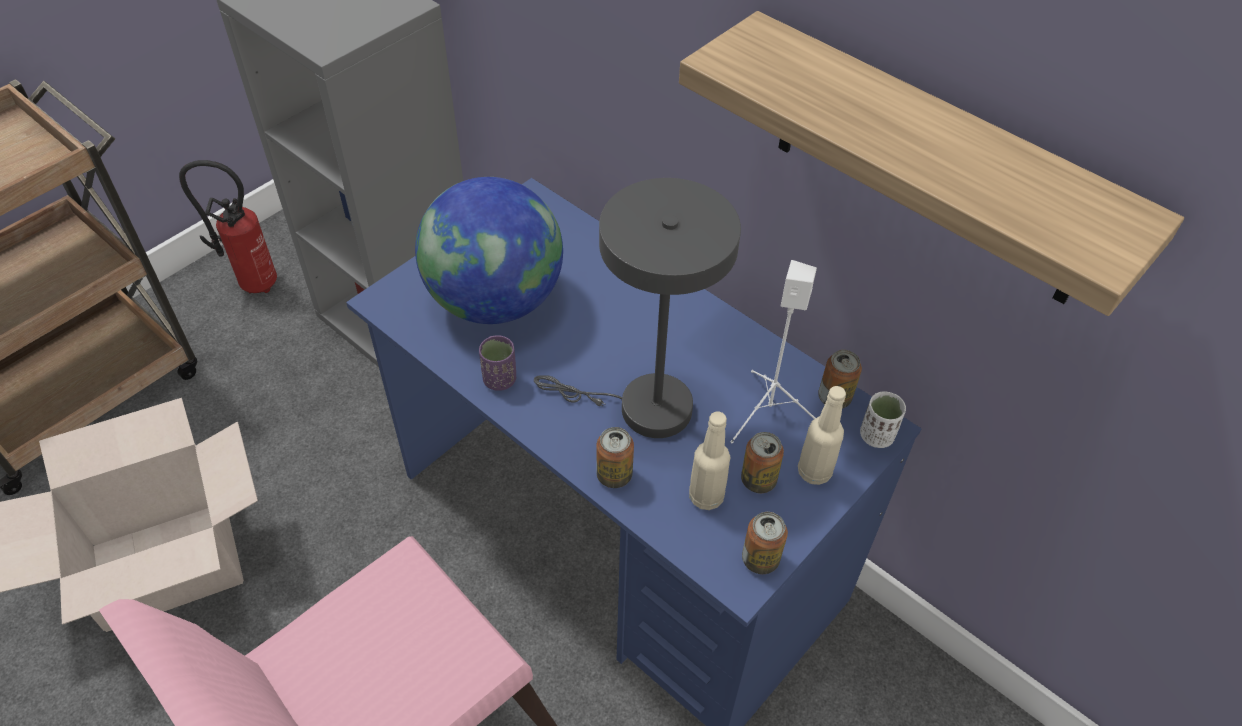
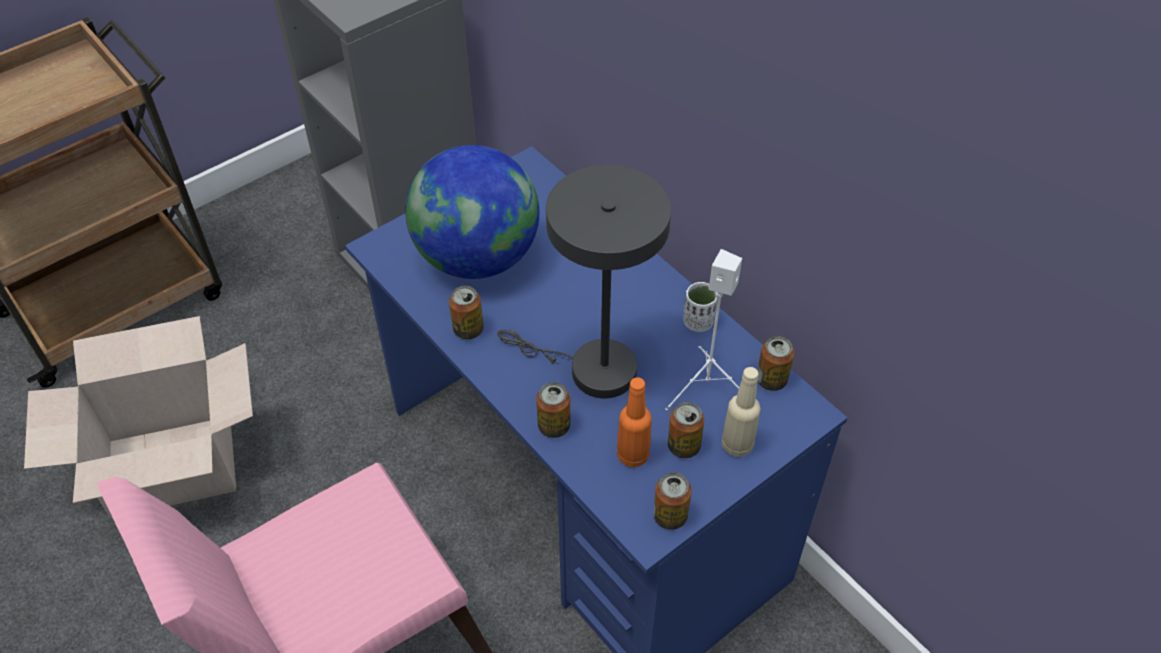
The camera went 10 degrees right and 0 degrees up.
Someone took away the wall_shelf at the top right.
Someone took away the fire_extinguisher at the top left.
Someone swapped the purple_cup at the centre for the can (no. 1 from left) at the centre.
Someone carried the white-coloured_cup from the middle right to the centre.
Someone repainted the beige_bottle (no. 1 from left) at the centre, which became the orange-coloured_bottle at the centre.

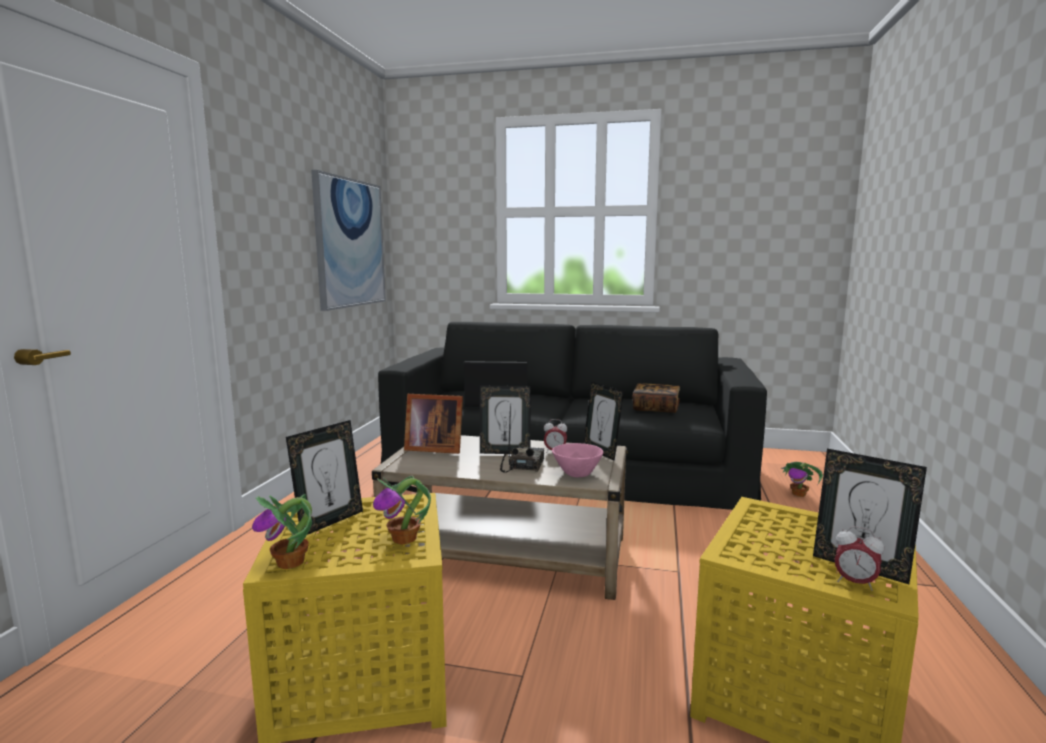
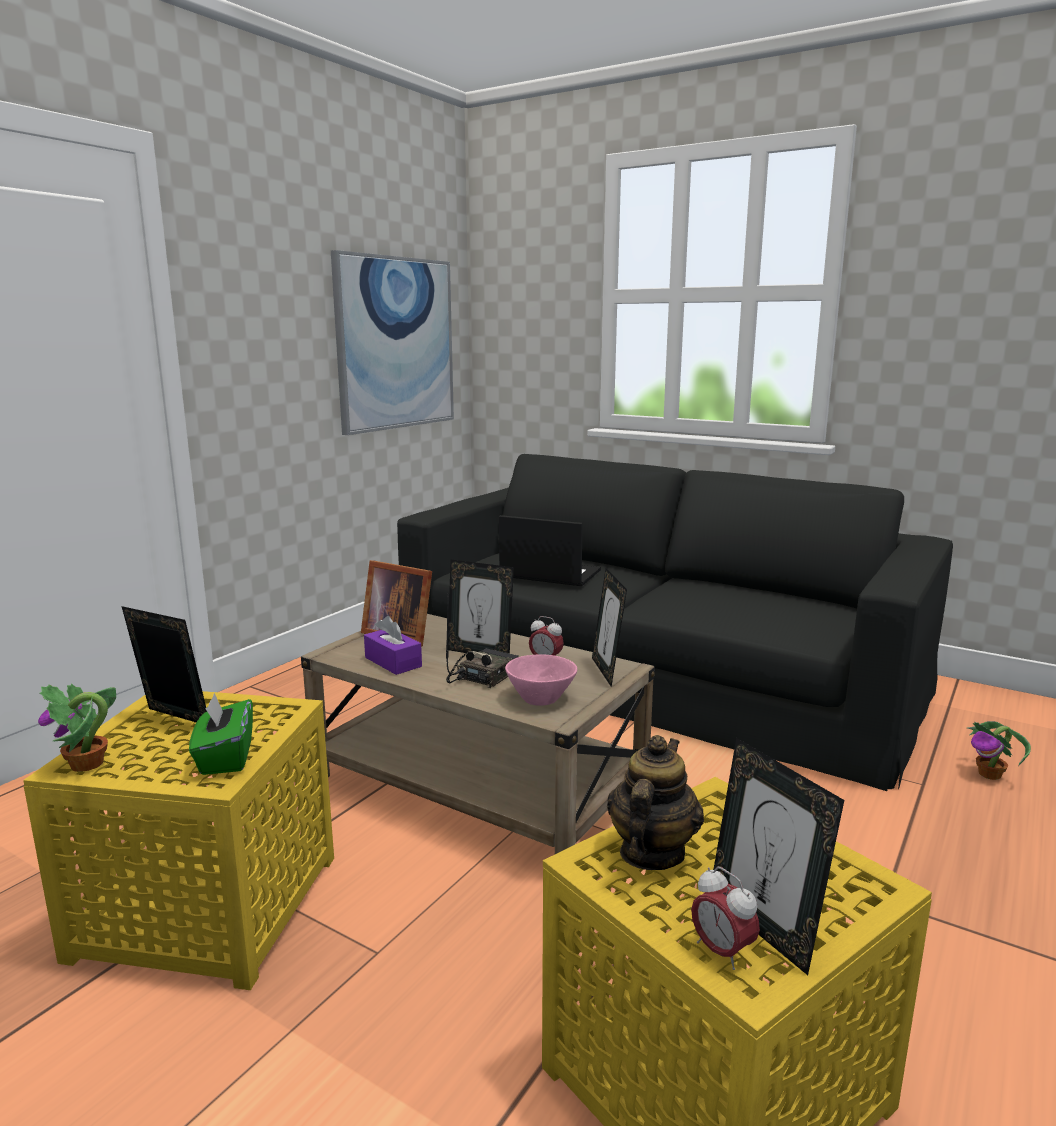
The camera went 20 degrees right and 5 degrees up.
Someone took away the volume at the centre.
Someone rotated the photo_frame (no. 1 from left) at the middle left by 120 degrees counterclockwise.
Someone swapped the houseplant (no. 2 from left) at the bottom centre for the green-coloured_tissue_holder at the middle left.
Someone put down the purple_tissue_holder at the centre.
Someone put down the pot_for_tea at the bottom centre.

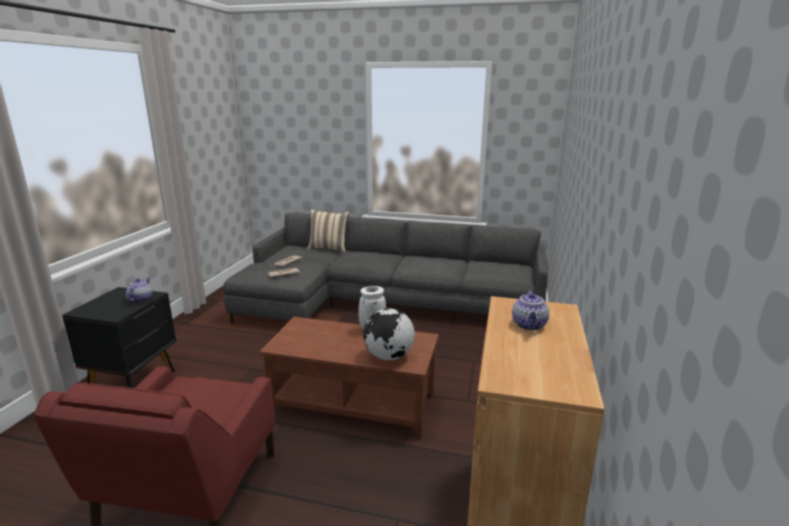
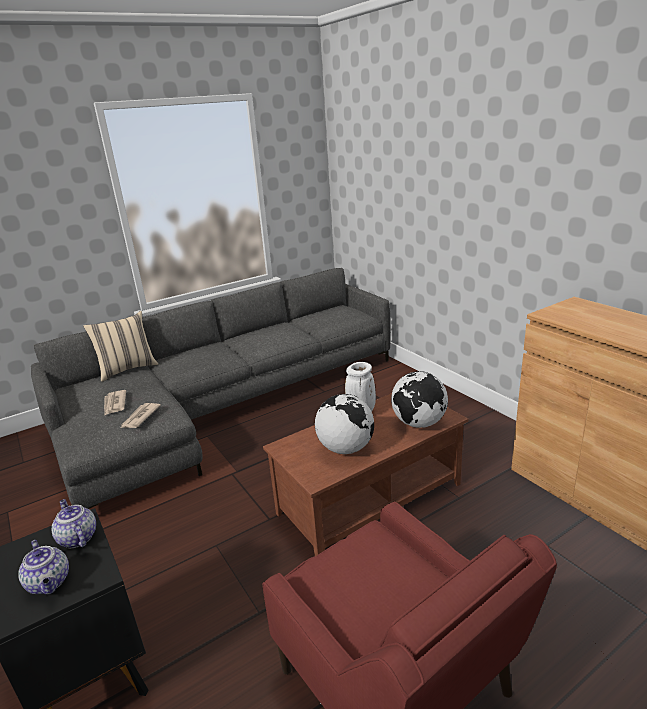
The camera went 45 degrees left and 5 degrees up.
Someone carried the pot_for_tea (no. 2 from left in the first image) from the middle right to the bottom left.
Someone put down the world_globe (no. 1 from left) at the centre.

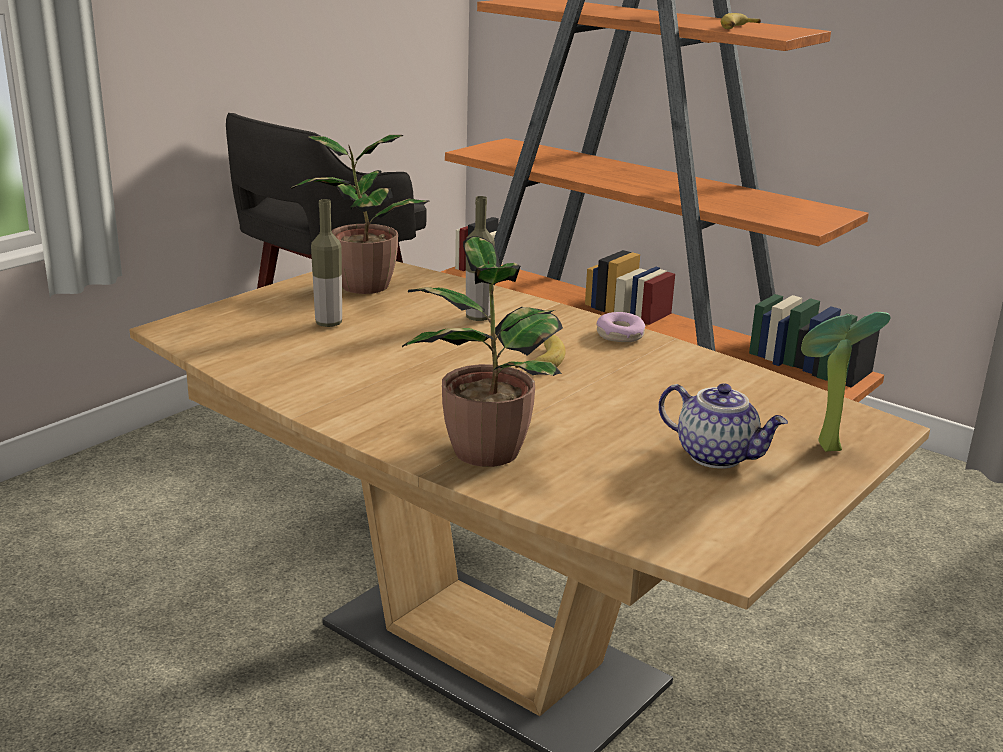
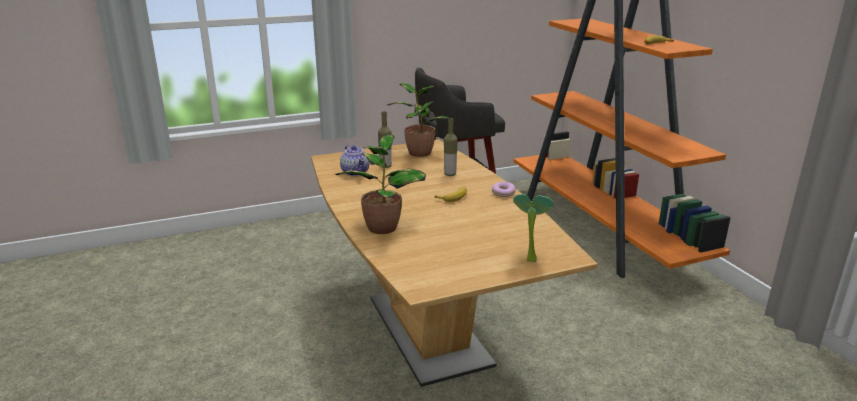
The camera went 30 degrees right and 0 degrees up.
Someone carried the pot_for_tea from the middle right to the centre.

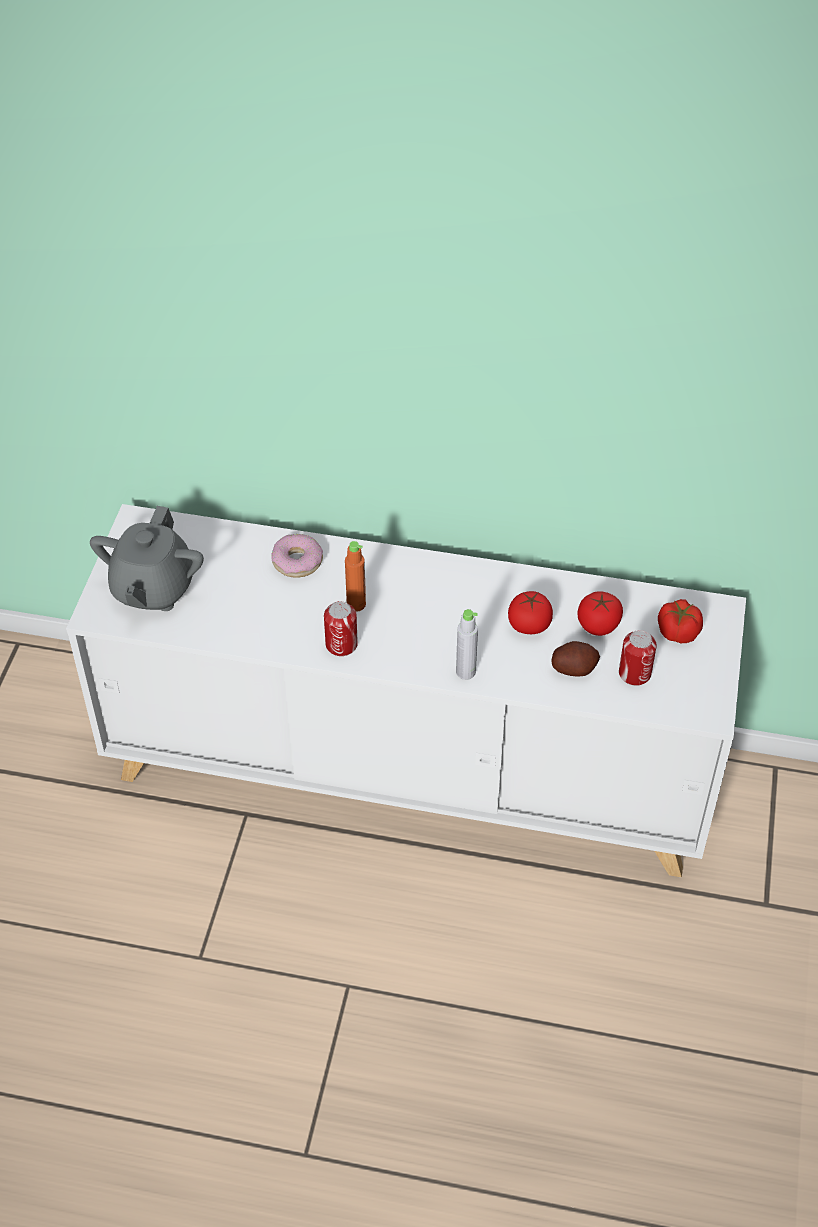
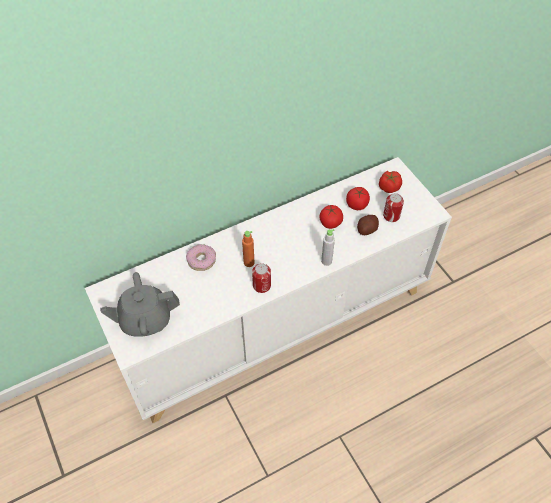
The camera went 40 degrees left and 5 degrees up.
Someone rotated the gray_pot_for_tea at the middle left by 105 degrees clockwise.

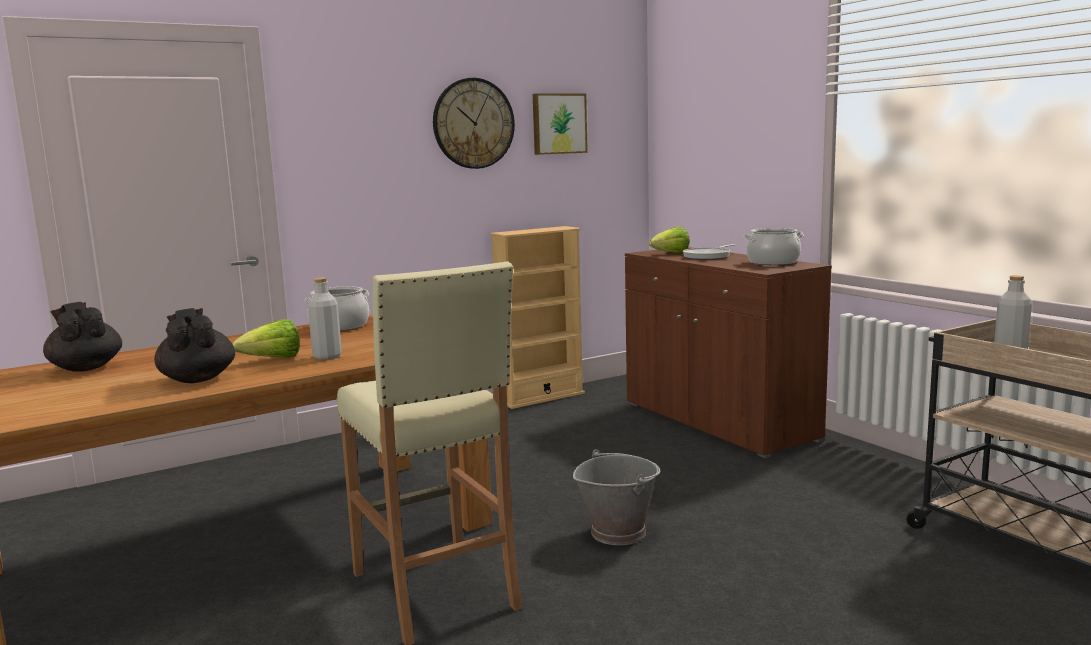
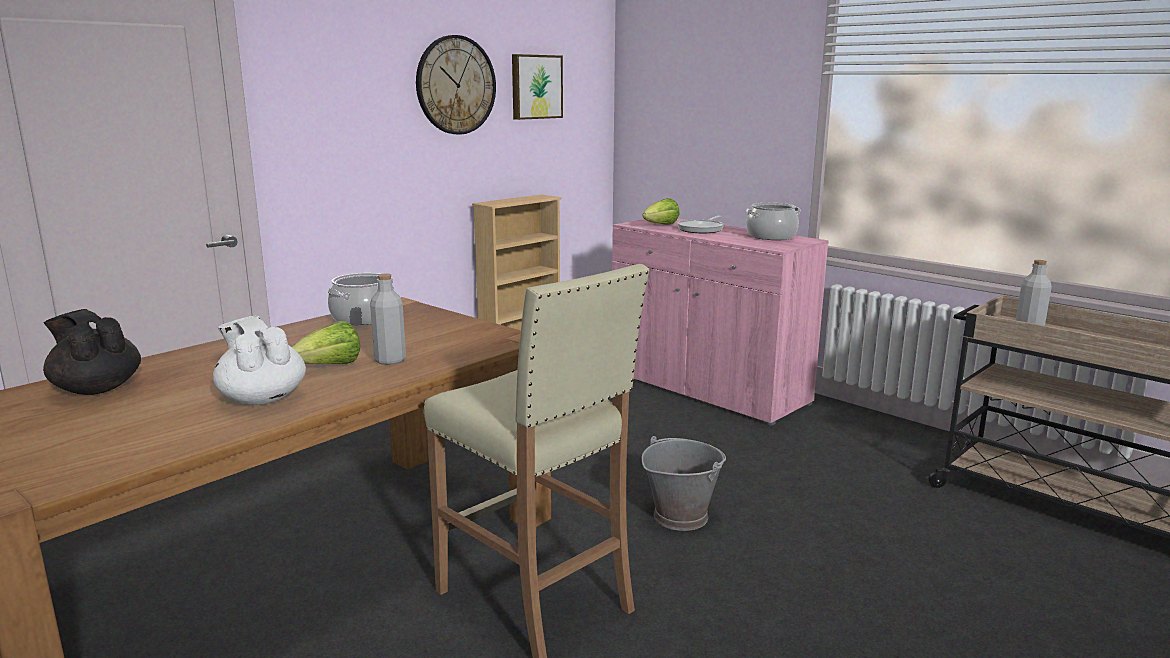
The camera went 15 degrees left and 5 degrees up.
Someone repainted the brown-coloured_storage_cabinet at the middle right, which became the pink-coloured_storage_cabinet at the centre.
Someone repainted the black_pot_for_tea (no. 2 from left) at the middle left, which became the white-coloured_pot_for_tea at the middle left.

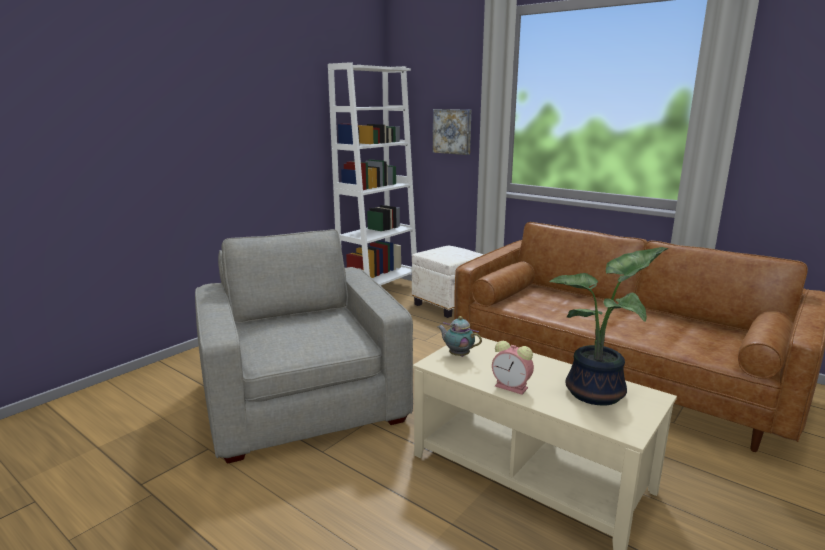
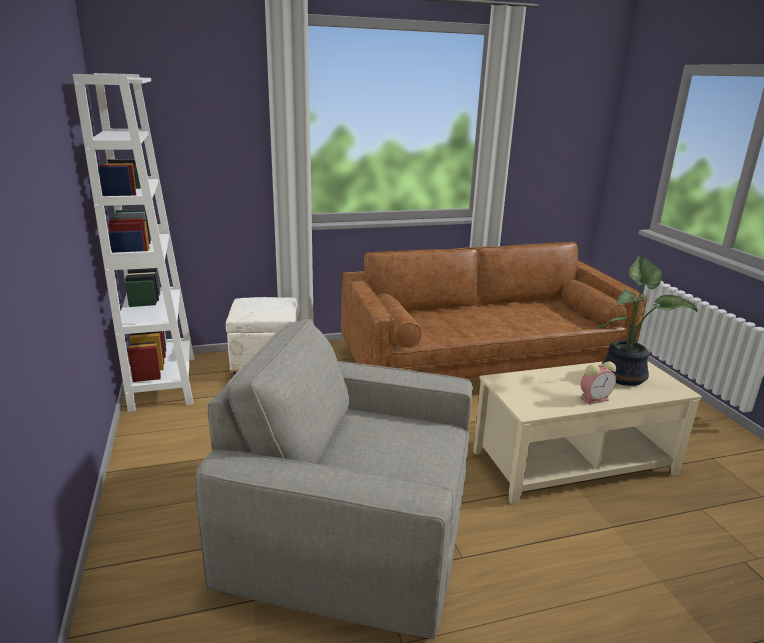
The camera went 55 degrees left and 5 degrees up.
Someone took away the picture at the top centre.
Someone took away the pot_for_tea at the centre.

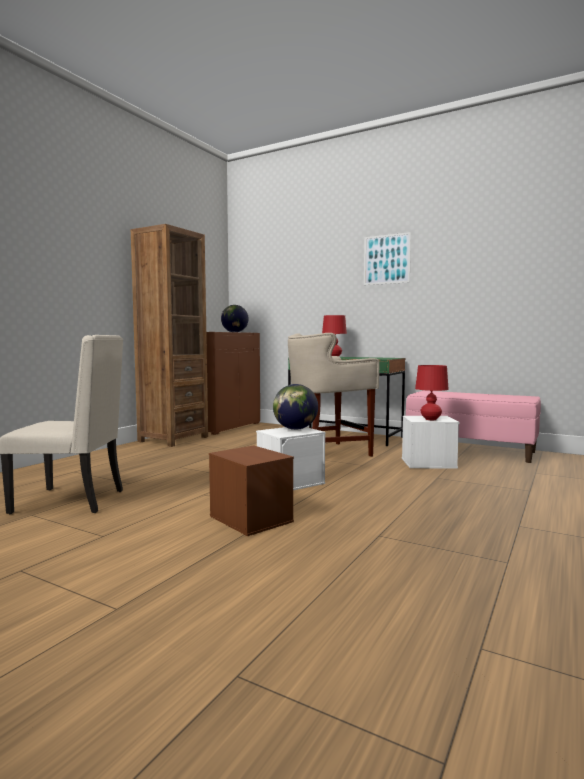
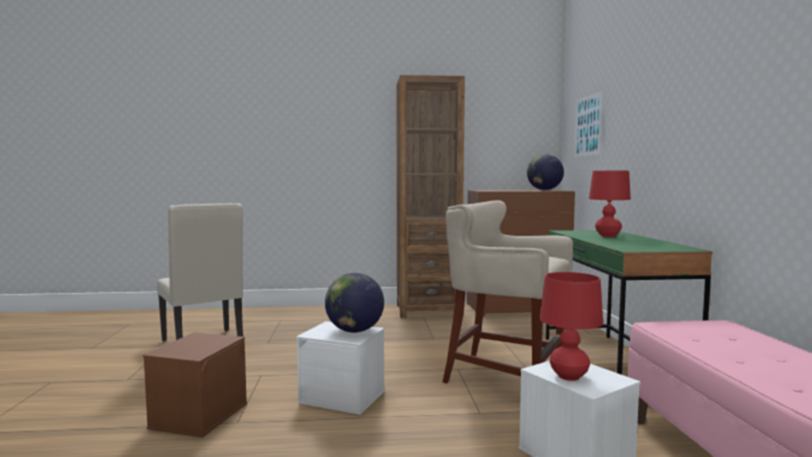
The camera went 55 degrees right and 0 degrees up.
Someone carried the picture from the top centre to the top right.

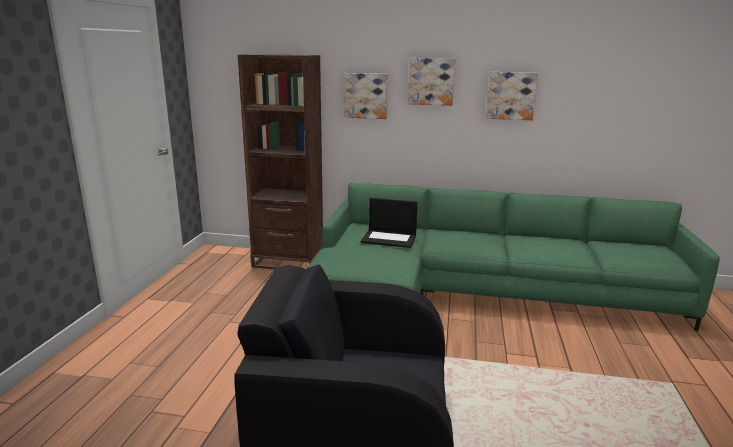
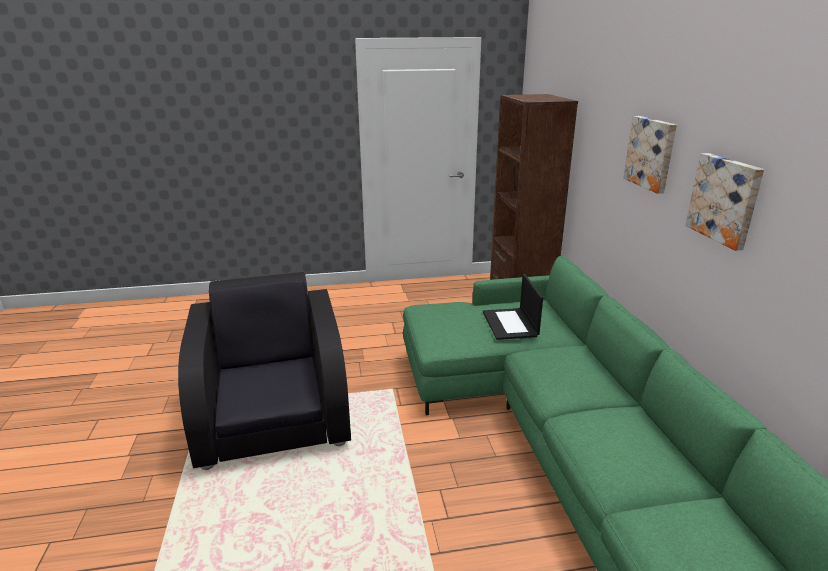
The camera went 70 degrees right and 5 degrees up.
Someone took away the picture (no. 1 from left) at the top centre.

